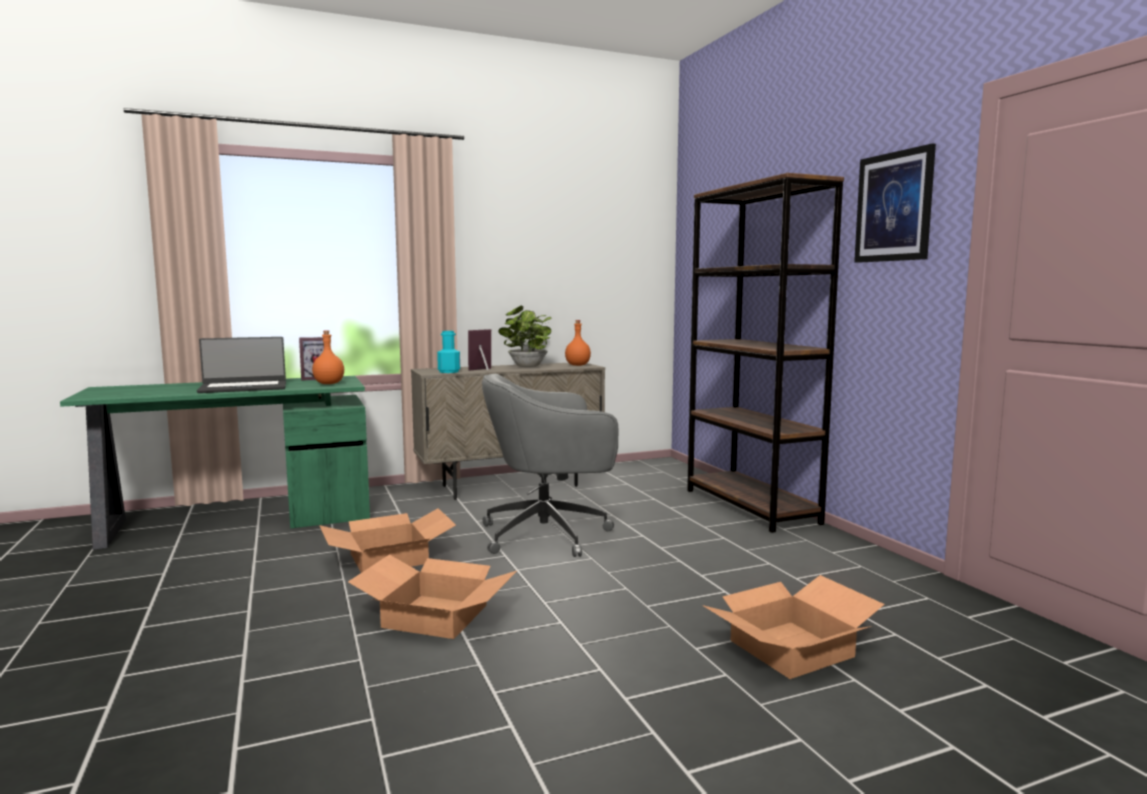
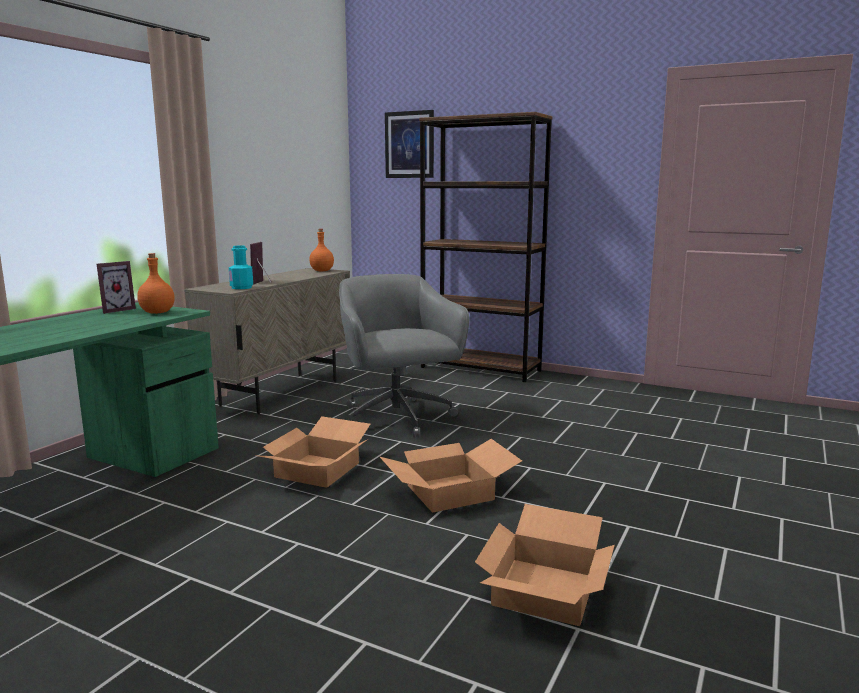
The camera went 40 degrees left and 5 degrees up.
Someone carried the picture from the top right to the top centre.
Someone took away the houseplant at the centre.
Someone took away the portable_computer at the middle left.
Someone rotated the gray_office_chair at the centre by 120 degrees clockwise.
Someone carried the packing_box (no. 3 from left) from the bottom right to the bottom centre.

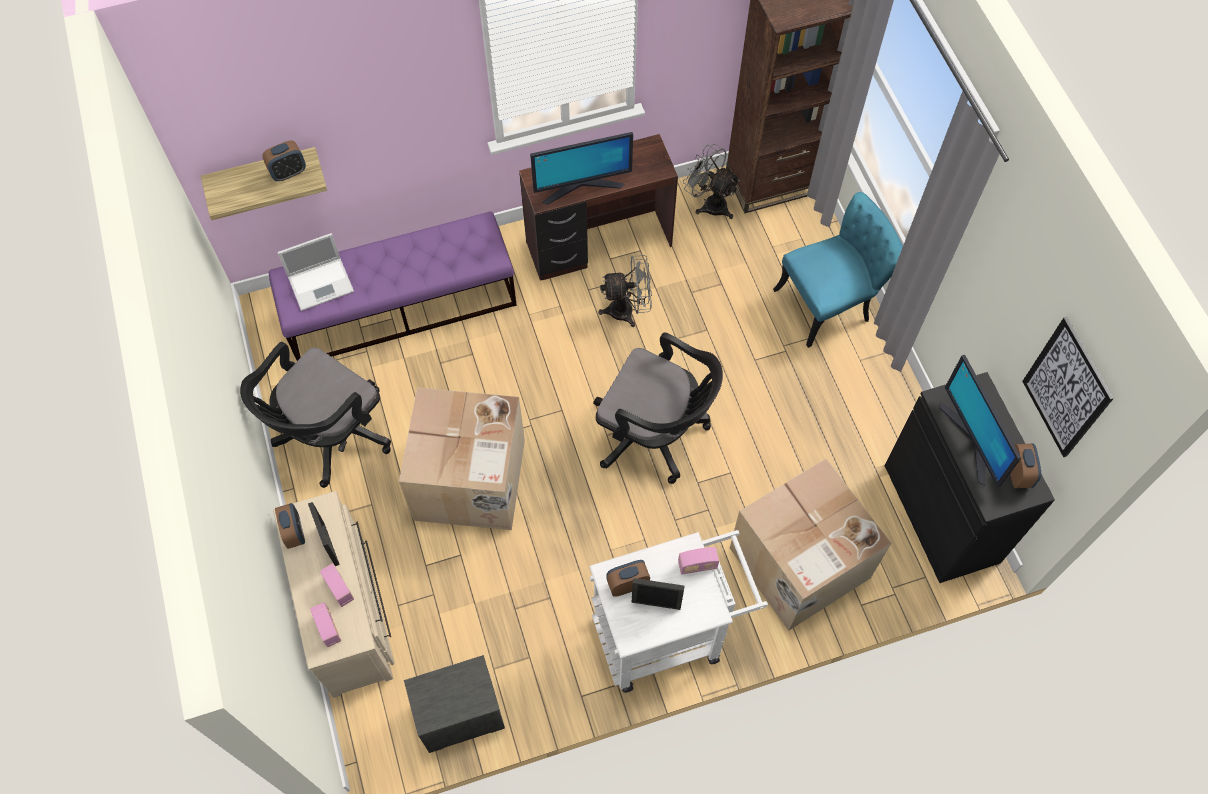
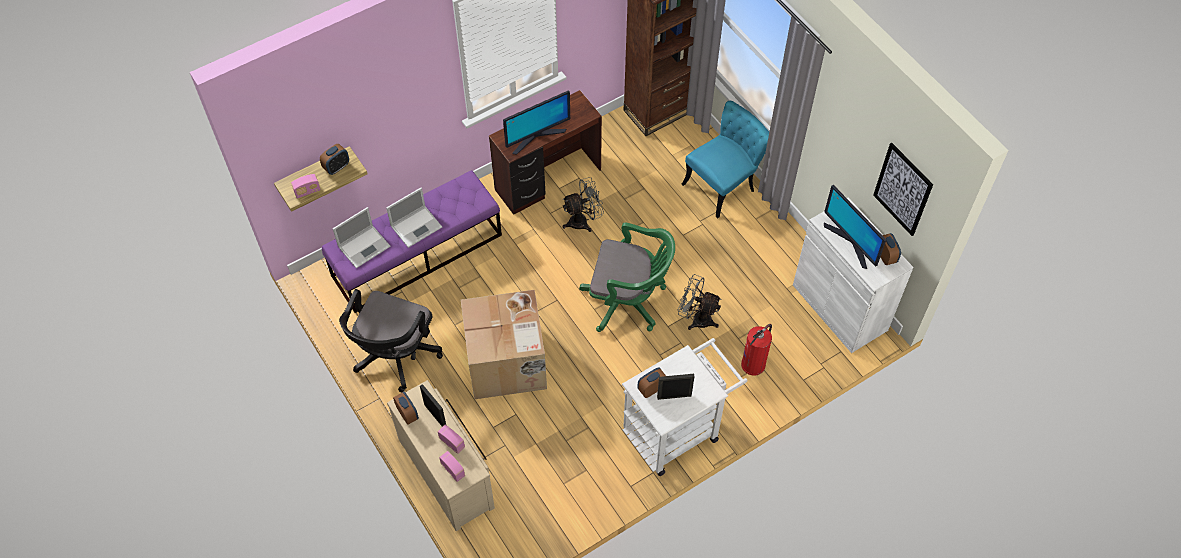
The camera went 15 degrees left and 5 degrees down.
Someone carried the gray_fan (no. 2 from left) from the top centre to the centre.
Someone repainted the black_office_chair (no. 2 from left) at the centre, which became the green-coloured_office_chair at the centre.
Someone repainted the black_storage_cabinet at the middle right, which became the white-coloured_storage_cabinet at the middle right.
Someone swapped the packing_box (no. 2 from left) at the bottom right for the fire_extinguisher at the centre.
Someone carried the radio_receiver (no. 3 from left in the first image) from the bottom centre to the middle left.
Someone took away the night_table at the bottom centre.
Someone put down the portable_computer (no. 2 from left) at the centre.

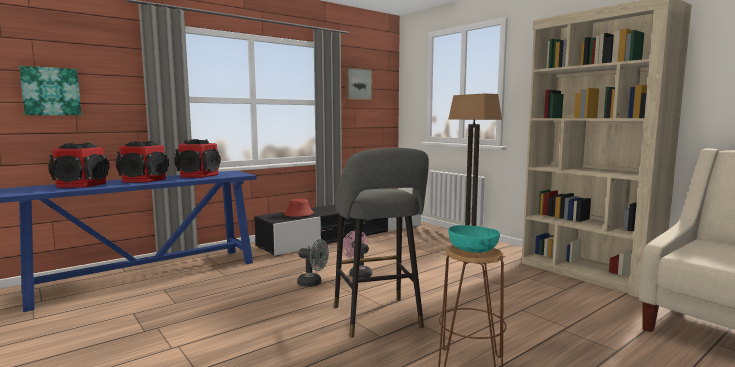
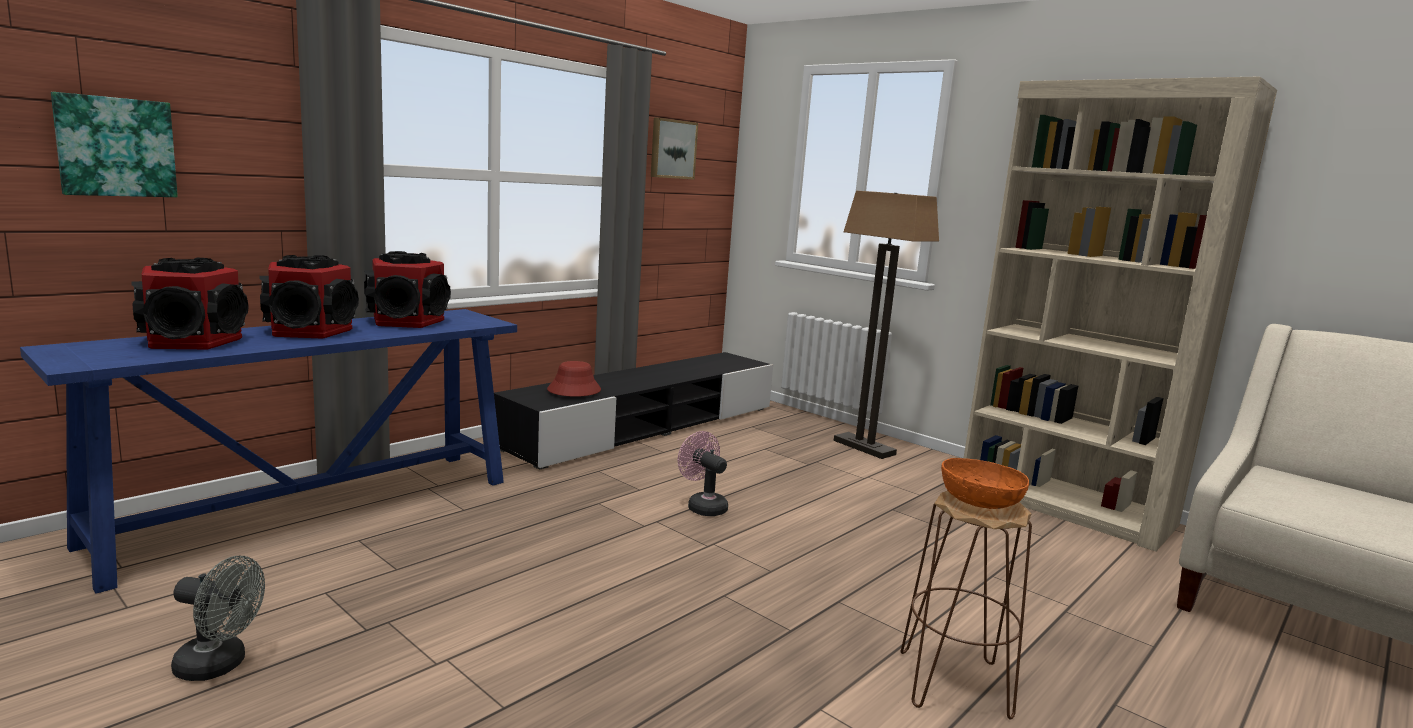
The camera went 10 degrees left and 5 degrees up.
Someone took away the gray_stool_seat at the centre.
Someone repainted the blue-green_serving_bowl at the centre, which became the orange-coloured_serving_bowl at the middle right.
Someone carried the gray_fan from the bottom centre to the bottom left.

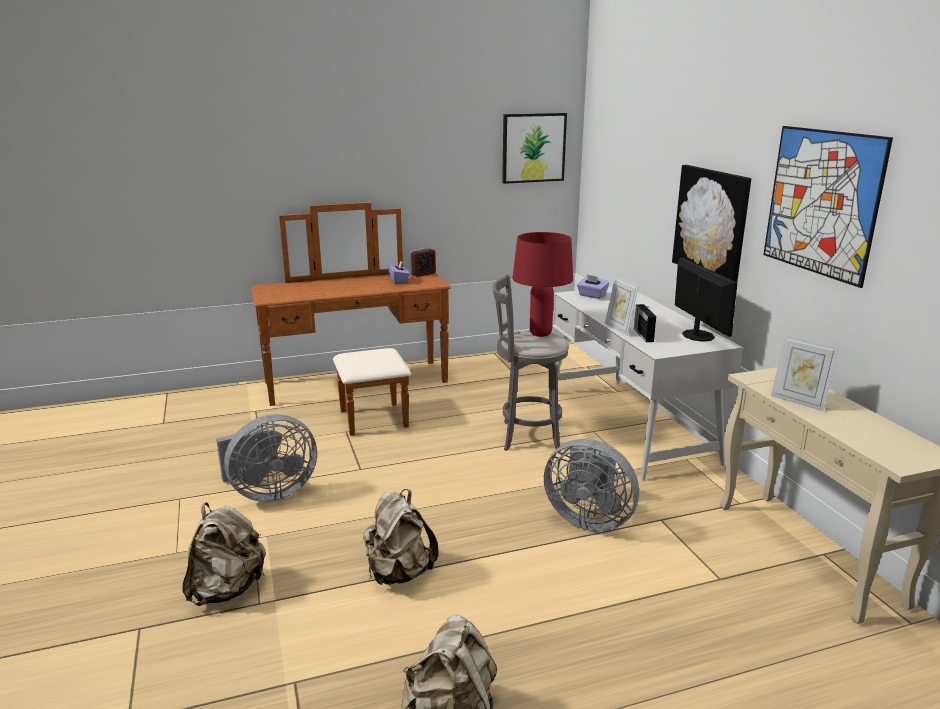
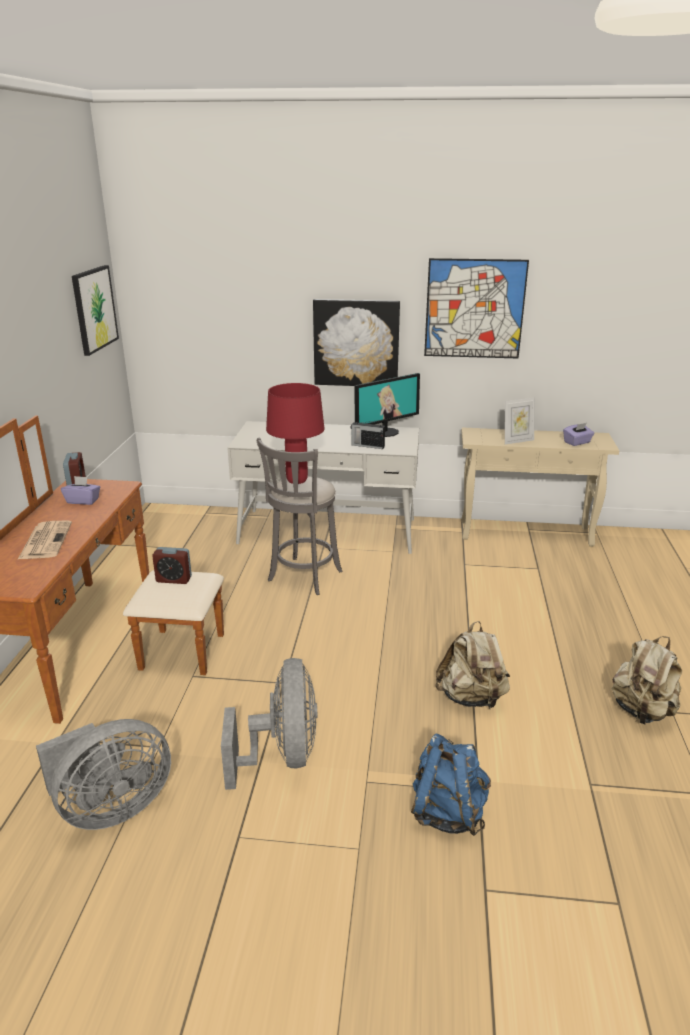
The camera went 65 degrees left and 5 degrees up.
Someone rotated the computer_screen at the middle right by 135 degrees clockwise.
Someone carried the purple_tissue_holder (no. 2 from left) from the centre to the middle right.
Someone took away the photo_frame (no. 1 from left) at the centre.
Someone carried the gray_fan (no. 2 from left in the first image) from the bottom centre to the bottom left.
Someone repainted the beige_rucksack (no. 1 from left) at the bottom left, which became the bluish_rucksack at the bottom centre.
Someone put down the newspaper at the middle left.
Someone put down the alarm_clock (no. 2 from left) at the middle left.

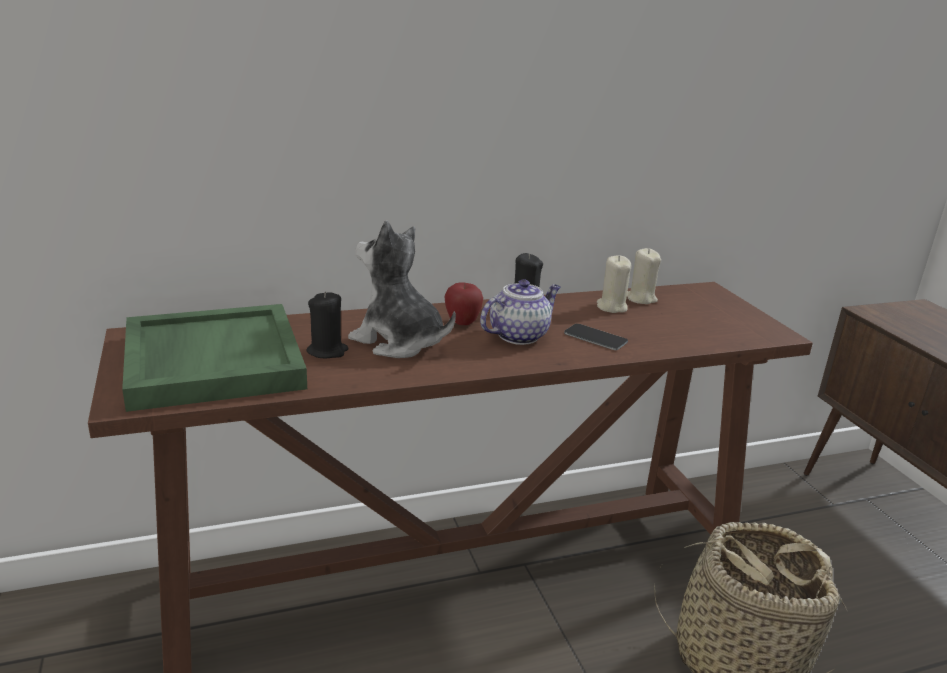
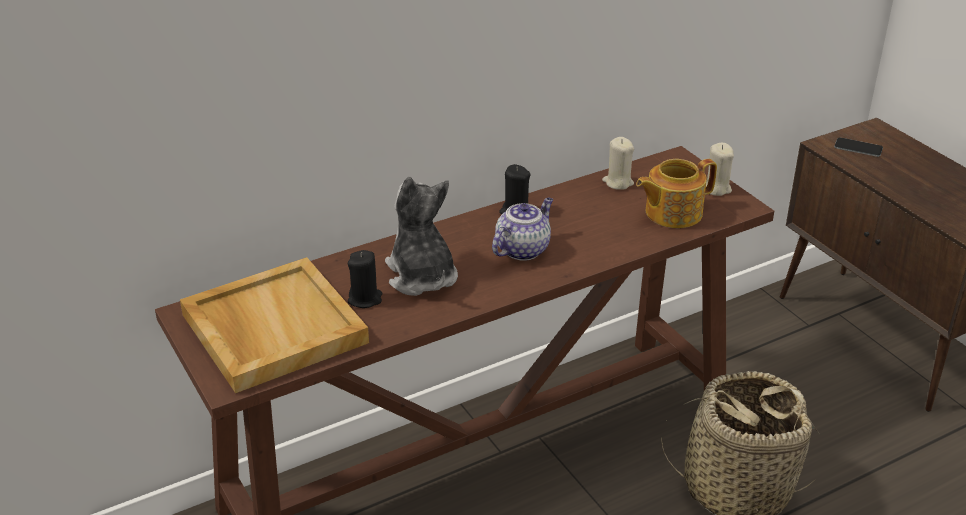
The camera went 10 degrees left and 10 degrees up.
Someone rotated the plush_toy at the centre by 45 degrees clockwise.
Someone carried the beige_candle (no. 1 from left in the first image) from the centre to the top right.
Someone took away the apple at the centre.
Someone repainted the green-coloured_tray at the middle left, which became the beige_tray at the middle left.
Someone carried the telephone from the centre to the top right.
Someone put down the pot_for_tea (no. 2 from left) at the middle right.

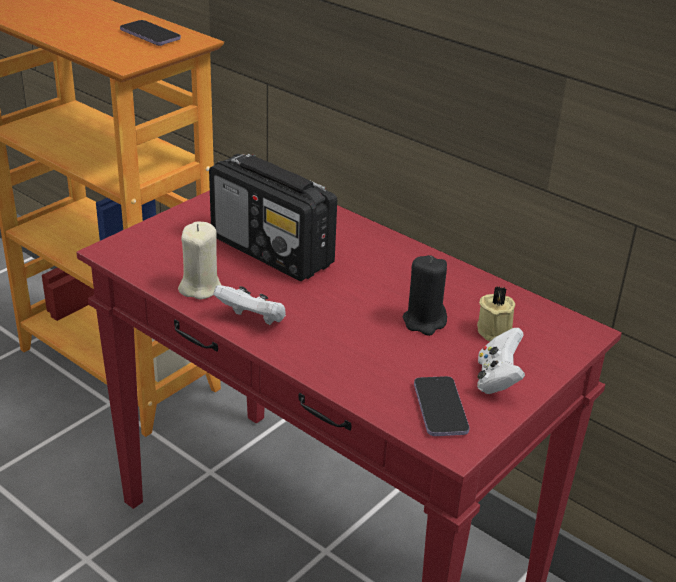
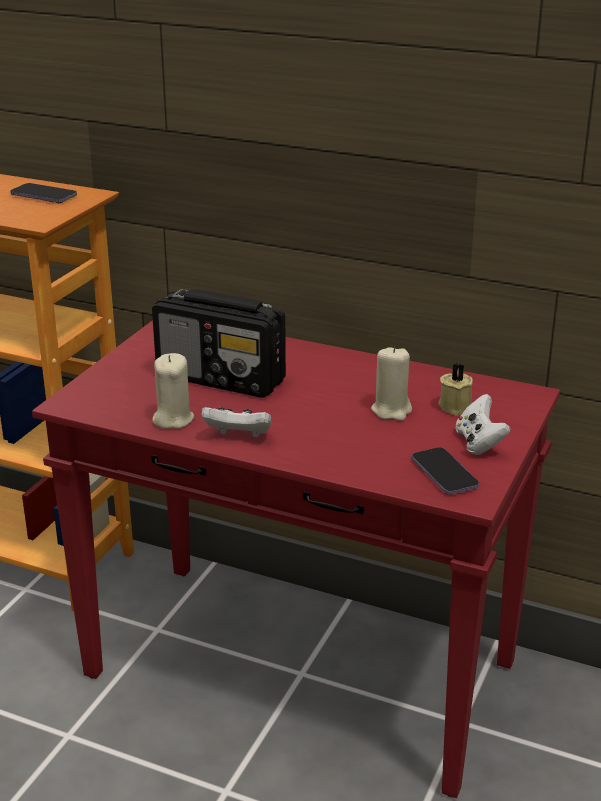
The camera went 15 degrees left and 5 degrees down.
Someone repainted the black_candle at the centre, which became the beige_candle (no. 2 from left) at the centre.

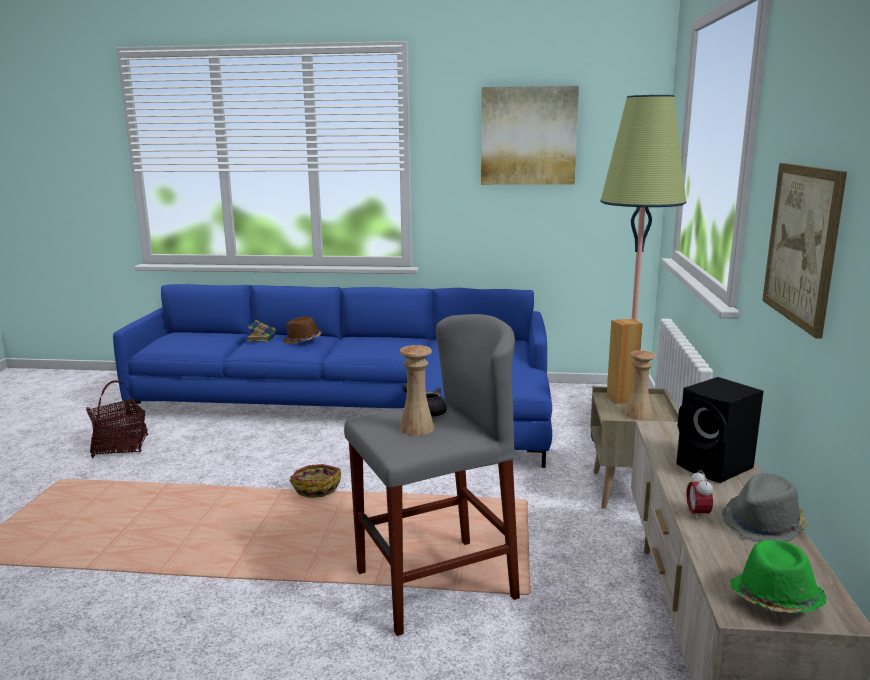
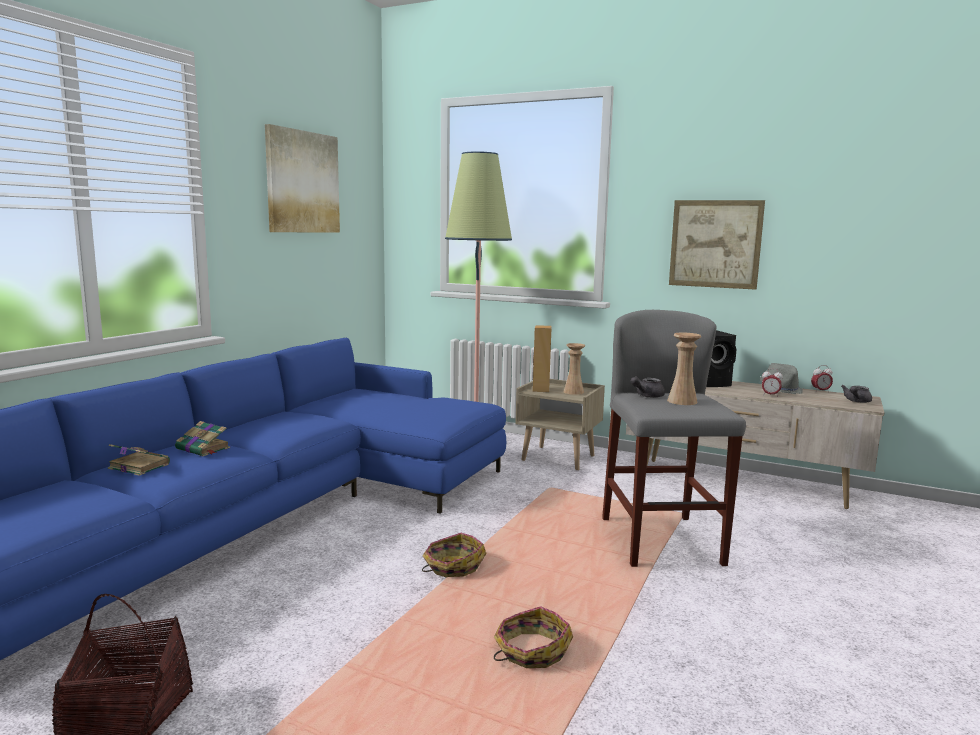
The camera went 70 degrees left and 5 degrees down.
Someone swapped the brown-coloured_clothing_hat at the centre for the volume (no. 2 from left) at the middle left.
Someone swapped the green-coloured_clothing_hat at the bottom right for the gray_pot_for_tea (no. 2 from left) at the middle right.
Someone put down the alarm_clock (no. 2 from left) at the middle right.
Someone put down the household_basket (no. 3 from left) at the bottom centre.

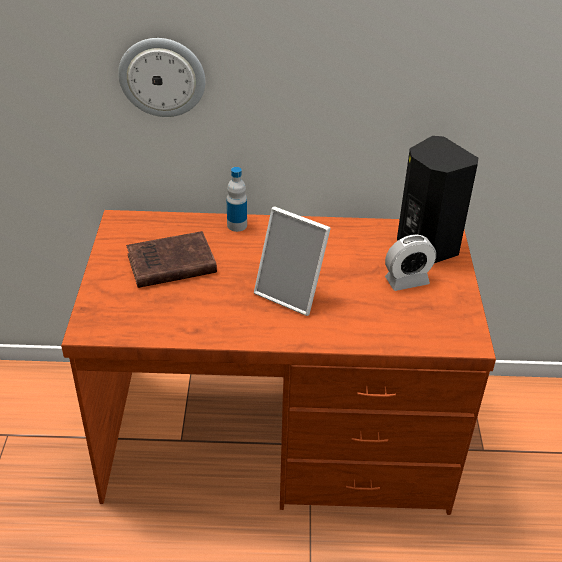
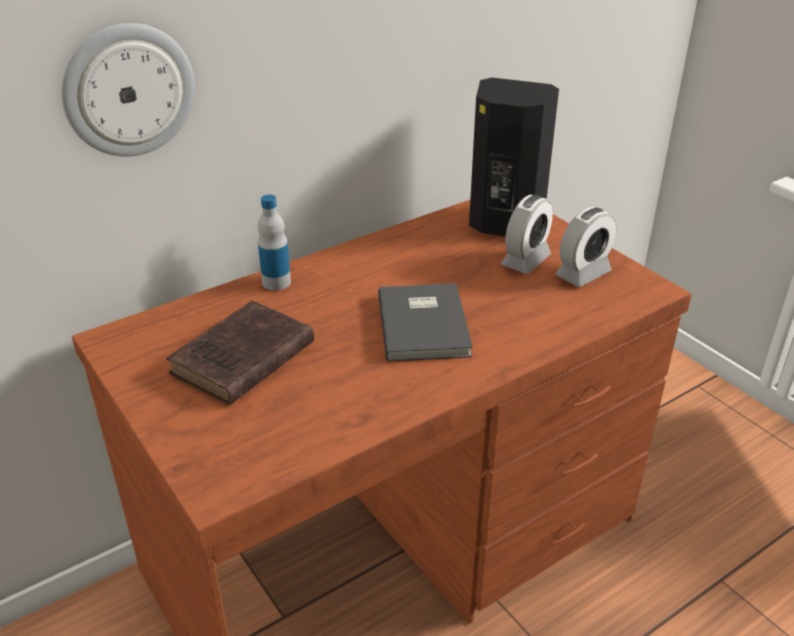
The camera went 35 degrees left and 5 degrees down.
Someone swapped the photo_frame at the centre for the gray_volume at the centre.
Someone put down the alarm_clock (no. 2 from left) at the middle right.

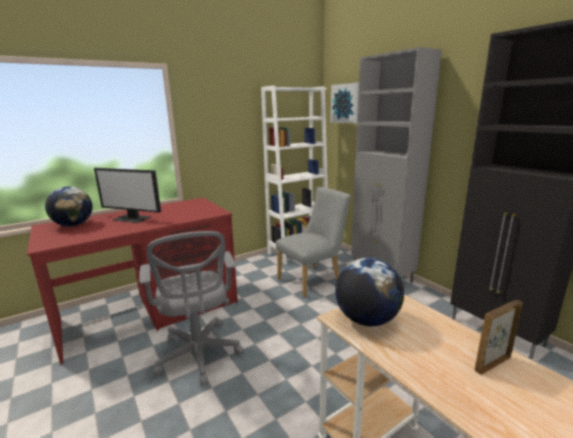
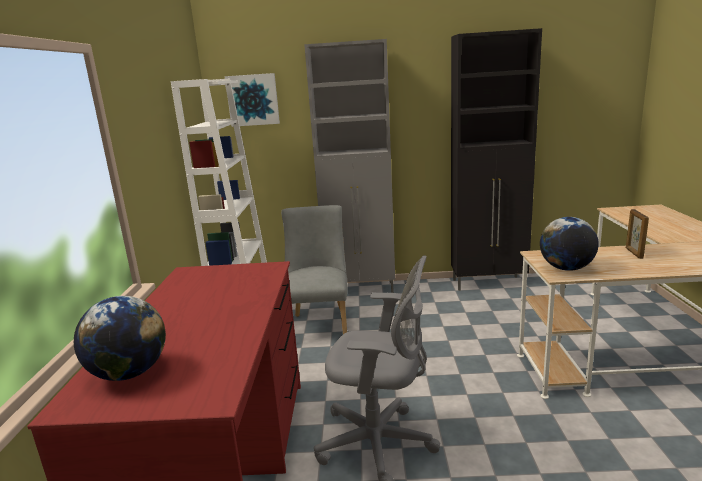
The camera went 55 degrees left and 0 degrees up.
Someone took away the computer_screen at the middle left.

